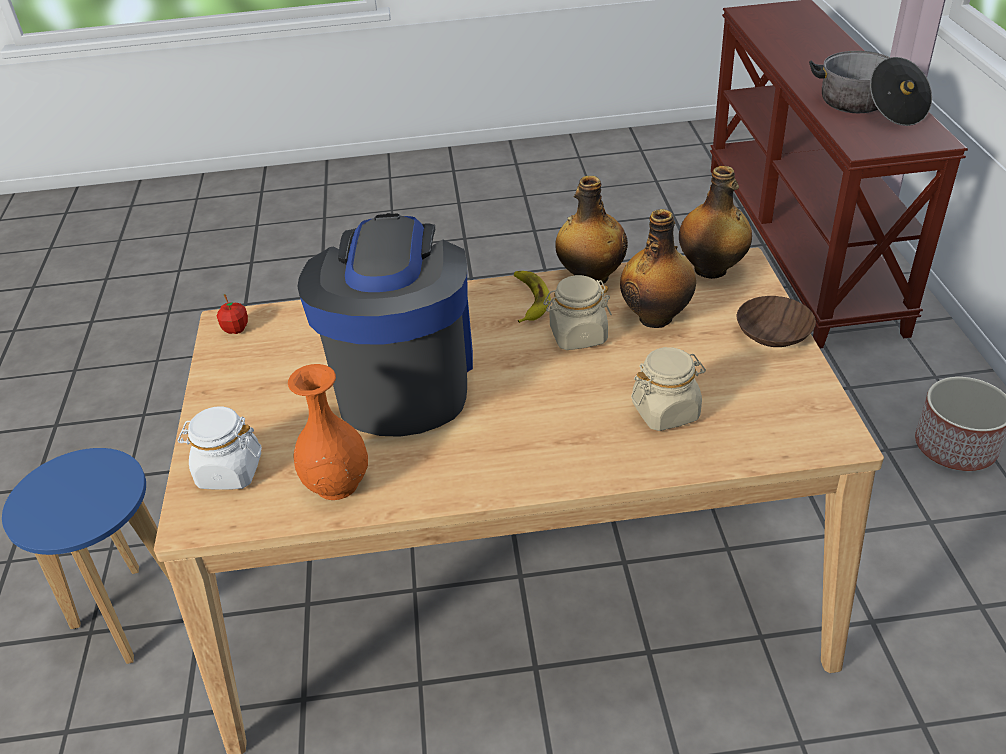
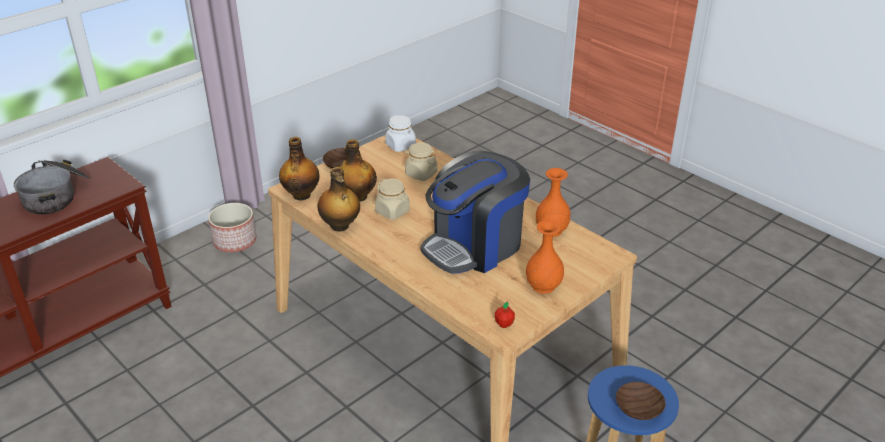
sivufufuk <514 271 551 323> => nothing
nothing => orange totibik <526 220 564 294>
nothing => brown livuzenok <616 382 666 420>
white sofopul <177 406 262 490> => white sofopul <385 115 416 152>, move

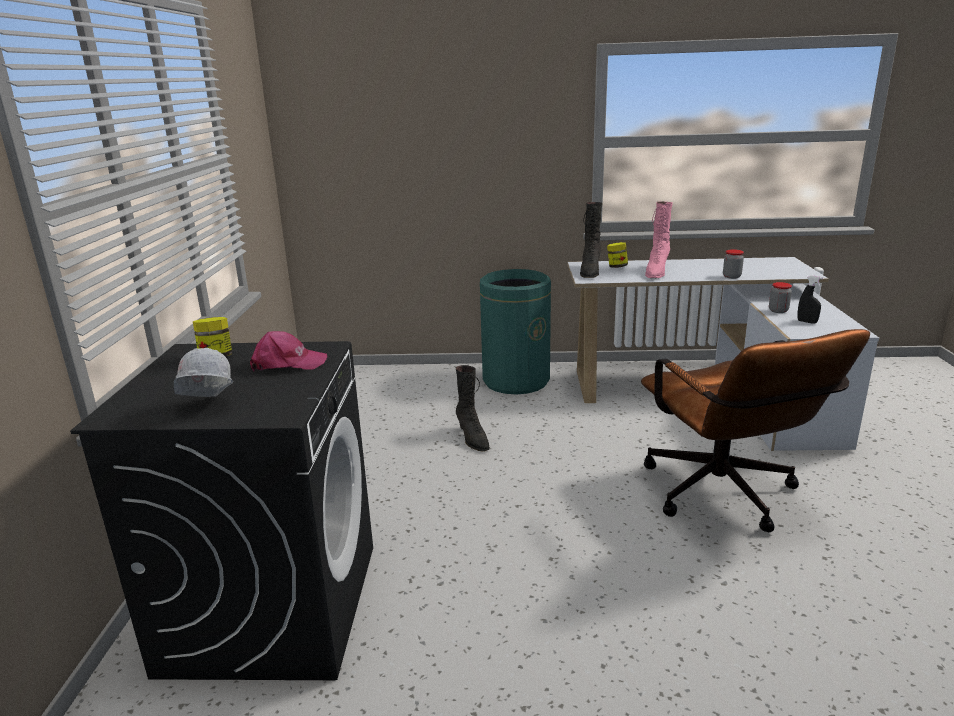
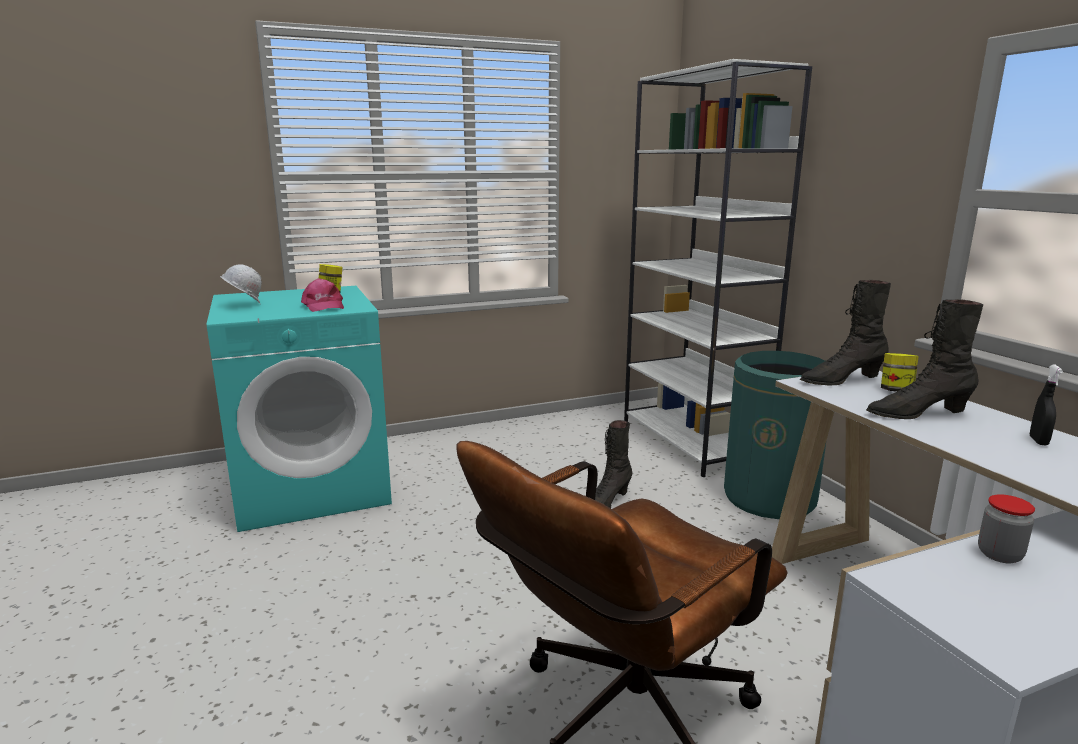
sofopul <723 249 744 279> => nothing
nothing => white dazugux <624 59 812 477>
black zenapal <797 275 823 324> => black zenapal <1030 364 1063 446>, move
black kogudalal <70 341 373 680> => turquoise kogudalal <207 286 392 532>
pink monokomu <645 202 673 278> => black monokomu <866 299 983 419>

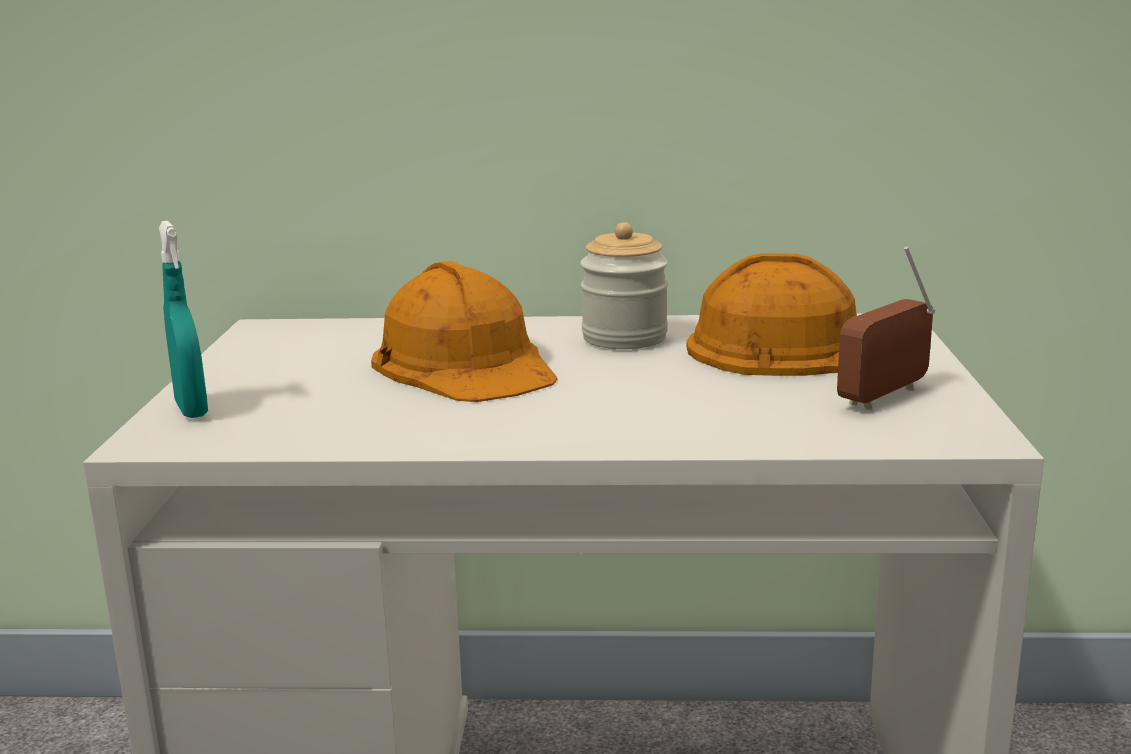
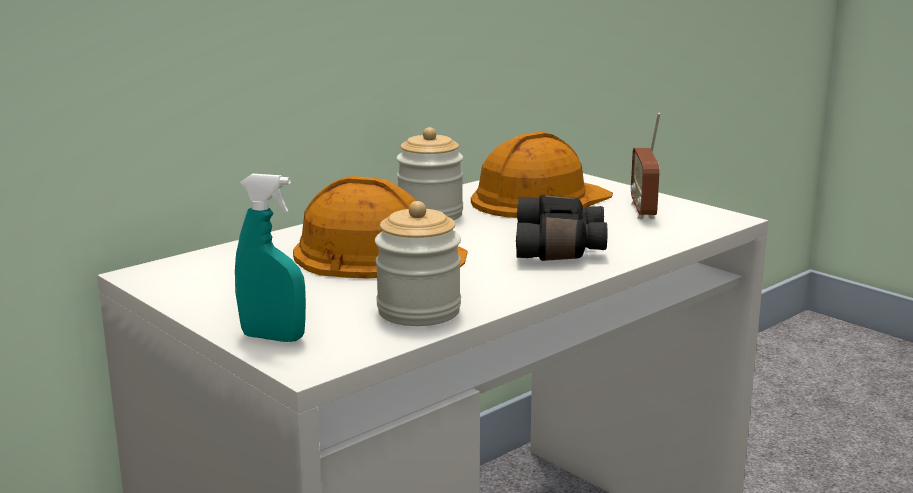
nothing => sofopul <375 201 461 326>
nothing => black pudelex <516 195 607 261>

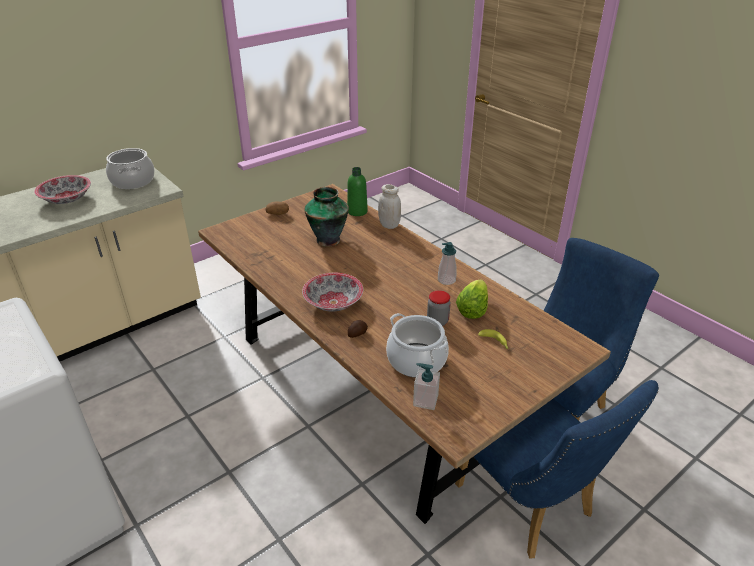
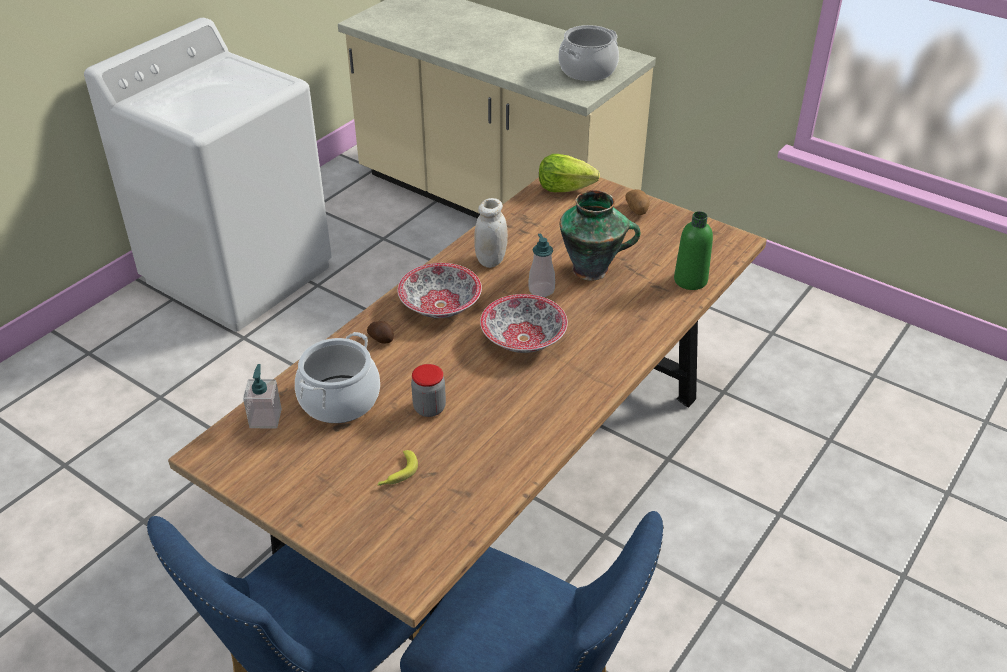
livuzenok <34 175 91 204> => livuzenok <480 294 568 353>, move
white sofopul <378 184 401 229> => white sofopul <474 198 508 268>, move
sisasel <438 242 457 285> => sisasel <528 234 555 297>, move
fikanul <456 280 488 319> => fikanul <539 154 600 192>, move

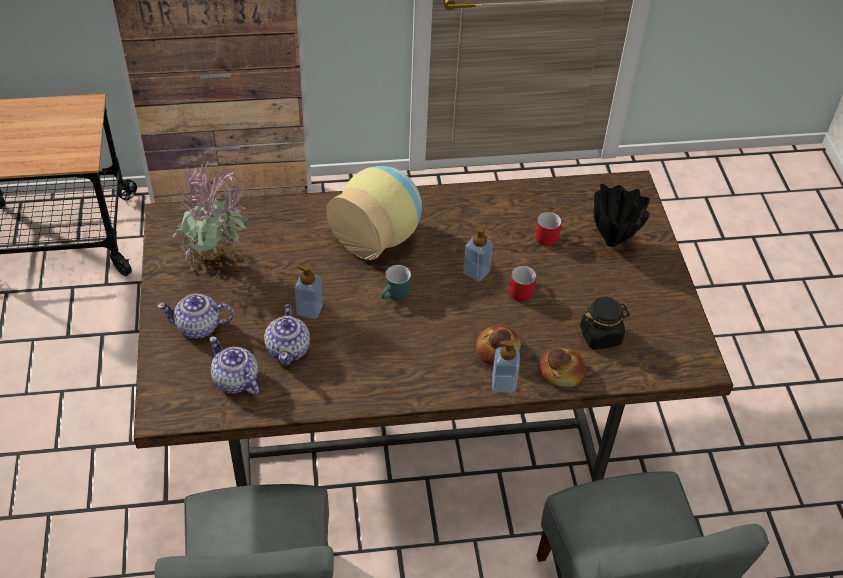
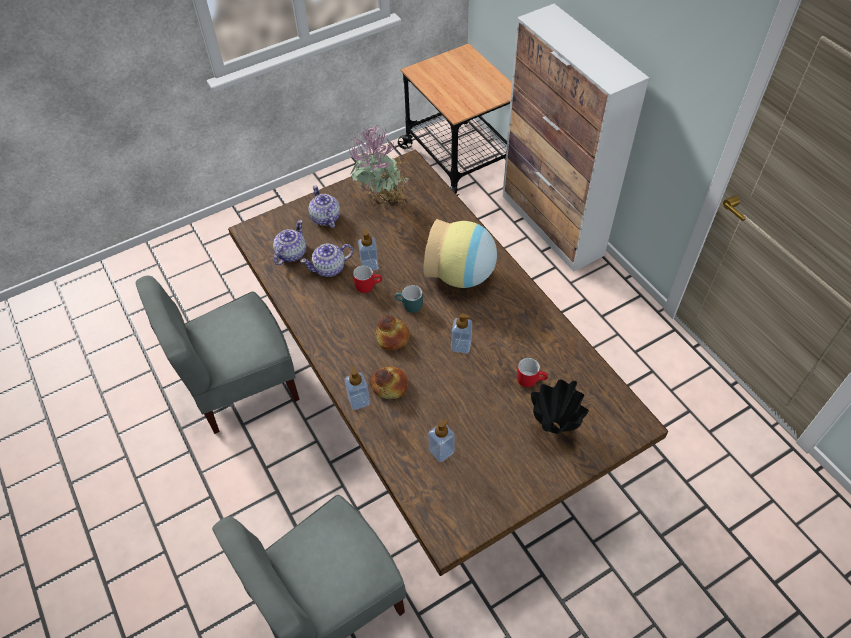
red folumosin <509 266 537 302> => red folumosin <353 265 382 293>, move
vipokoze <538 348 586 387> => vipokoze <376 315 410 350>, move
black sofopul <580 297 630 350> => sisasel <428 419 455 462>

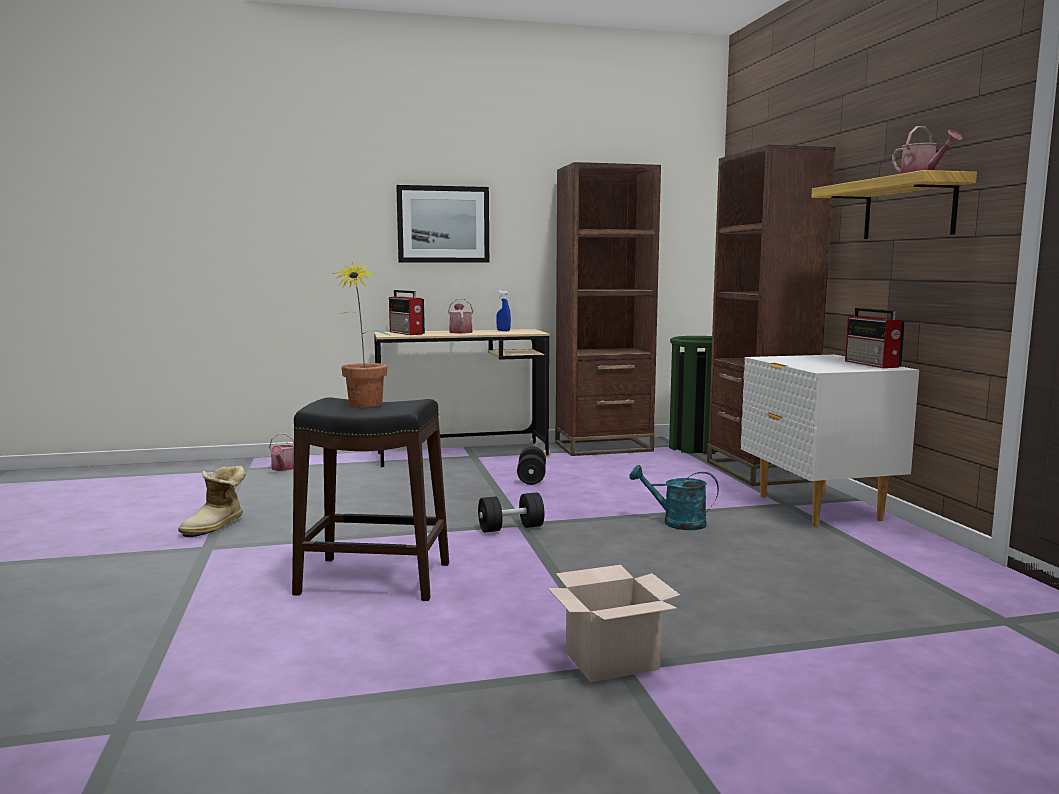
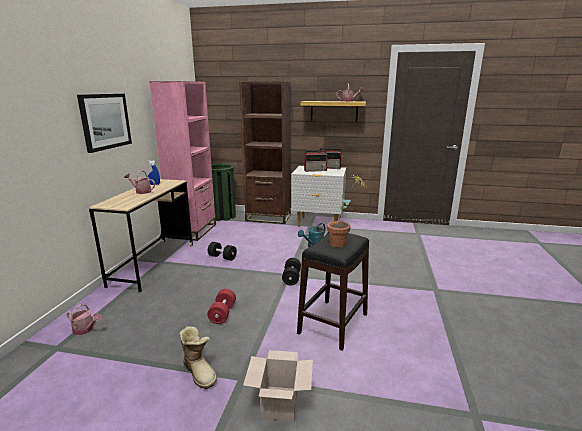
nothing => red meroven <207 289 236 324>
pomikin <389 290 425 335> => pomikin <304 150 328 172>, move
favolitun <548 565 680 682> => favolitun <243 350 313 421>, move
brown dazugux <555 162 661 456> => pink dazugux <149 81 216 241>

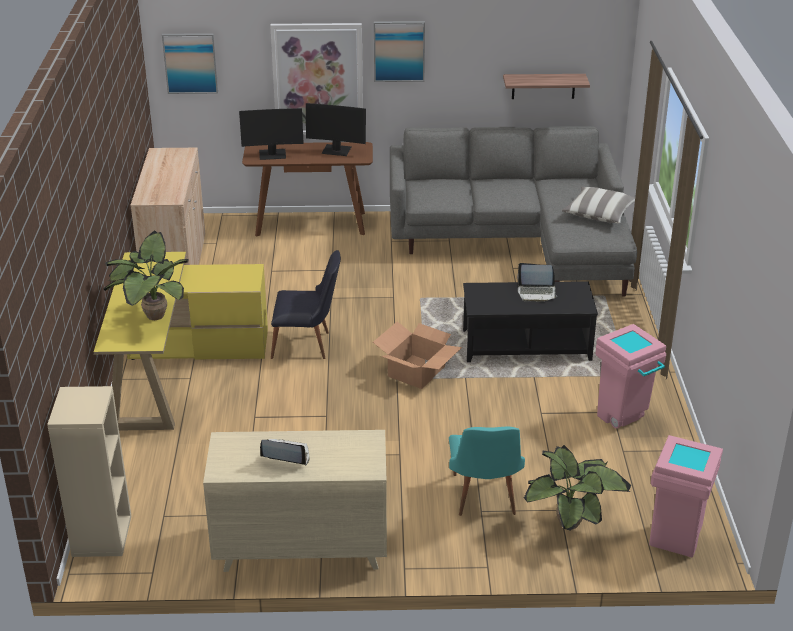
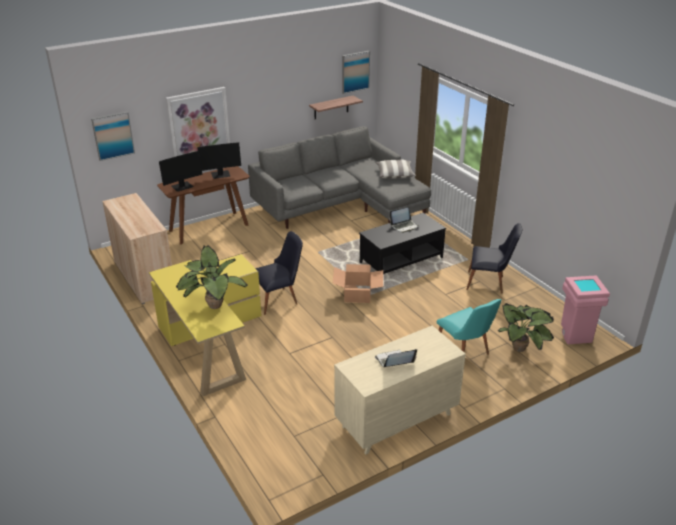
beige dazugux <47 386 131 557> => nothing
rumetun <374 21 425 82> => rumetun <342 51 370 94>, move
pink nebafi <595 324 666 428> => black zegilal <466 223 522 293>

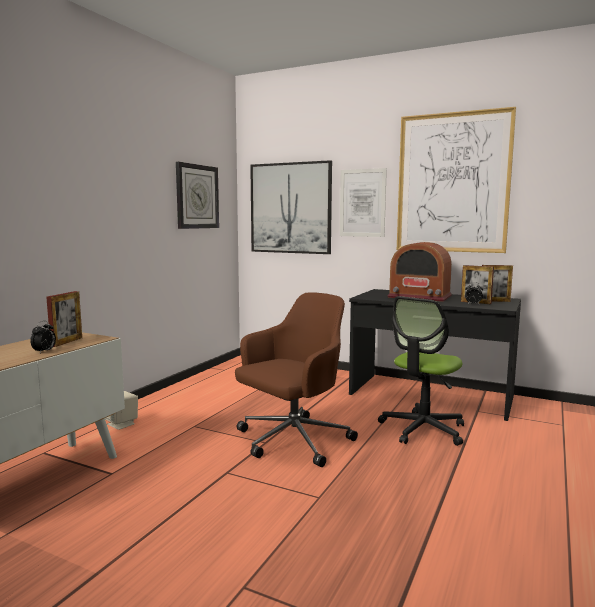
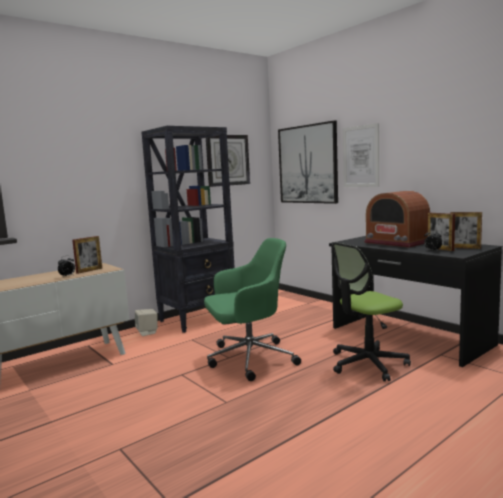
rumetun <397 107 516 253> => nothing
nothing => black dazugux <141 126 235 333>
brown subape <235 292 358 467> => green subape <204 238 301 381>

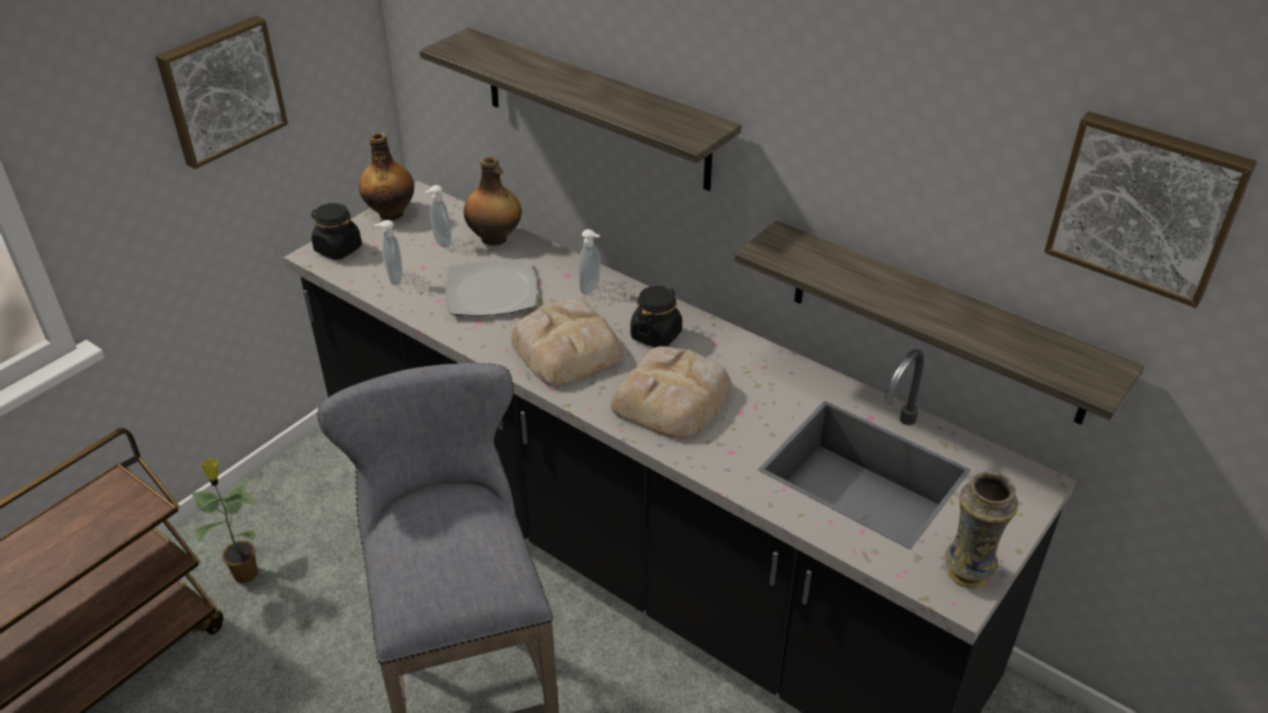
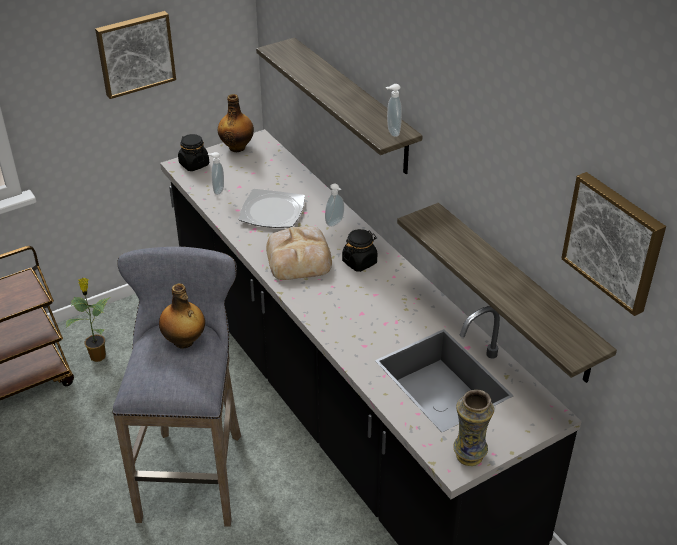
vipokoze <611 346 731 439> => nothing
sisasel <424 185 451 248> => sisasel <386 84 402 137>, move
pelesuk <464 156 521 246> => pelesuk <159 283 205 348>, move

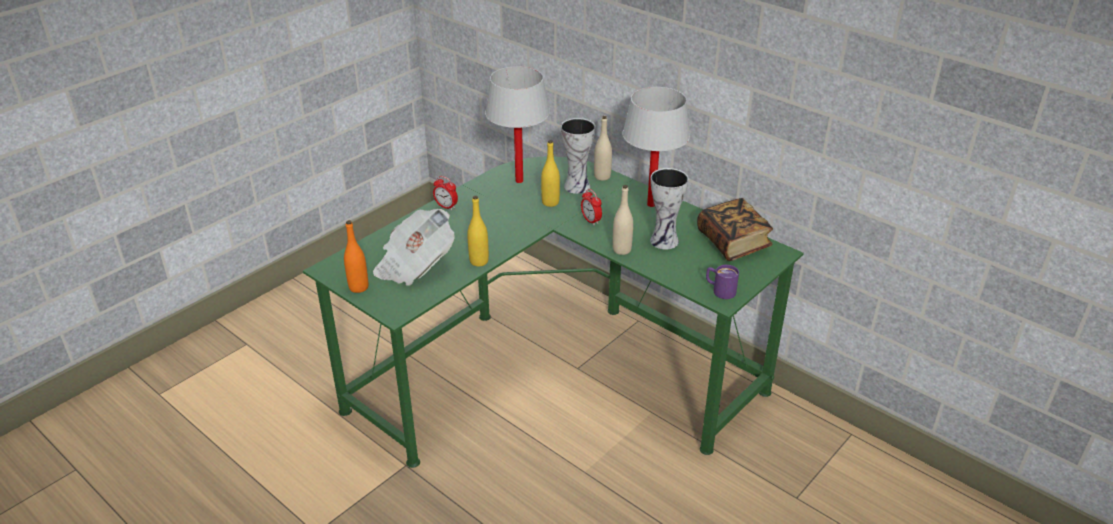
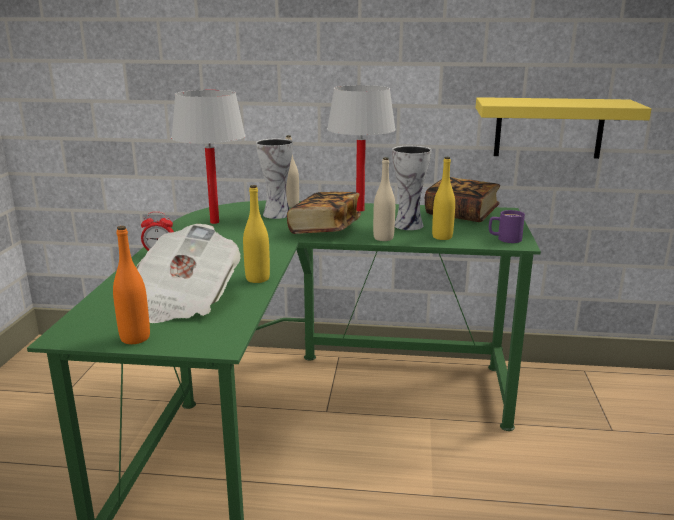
nothing => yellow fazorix <476 97 651 159>
yellow pelesuk <541 140 560 207> => yellow pelesuk <432 157 455 240>, move
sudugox <581 189 602 225> => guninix <287 192 361 234>

